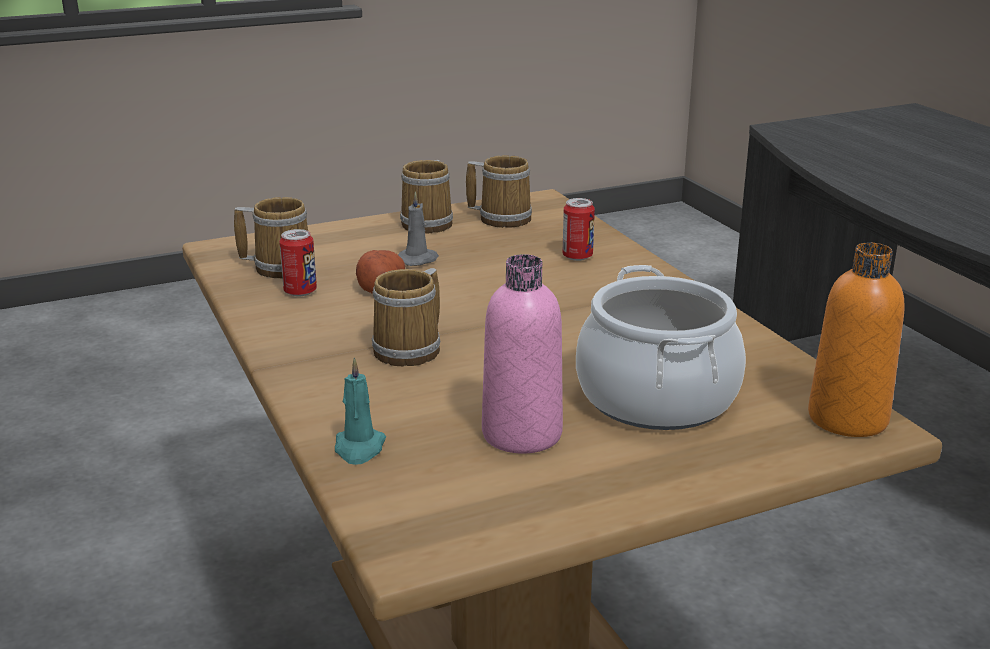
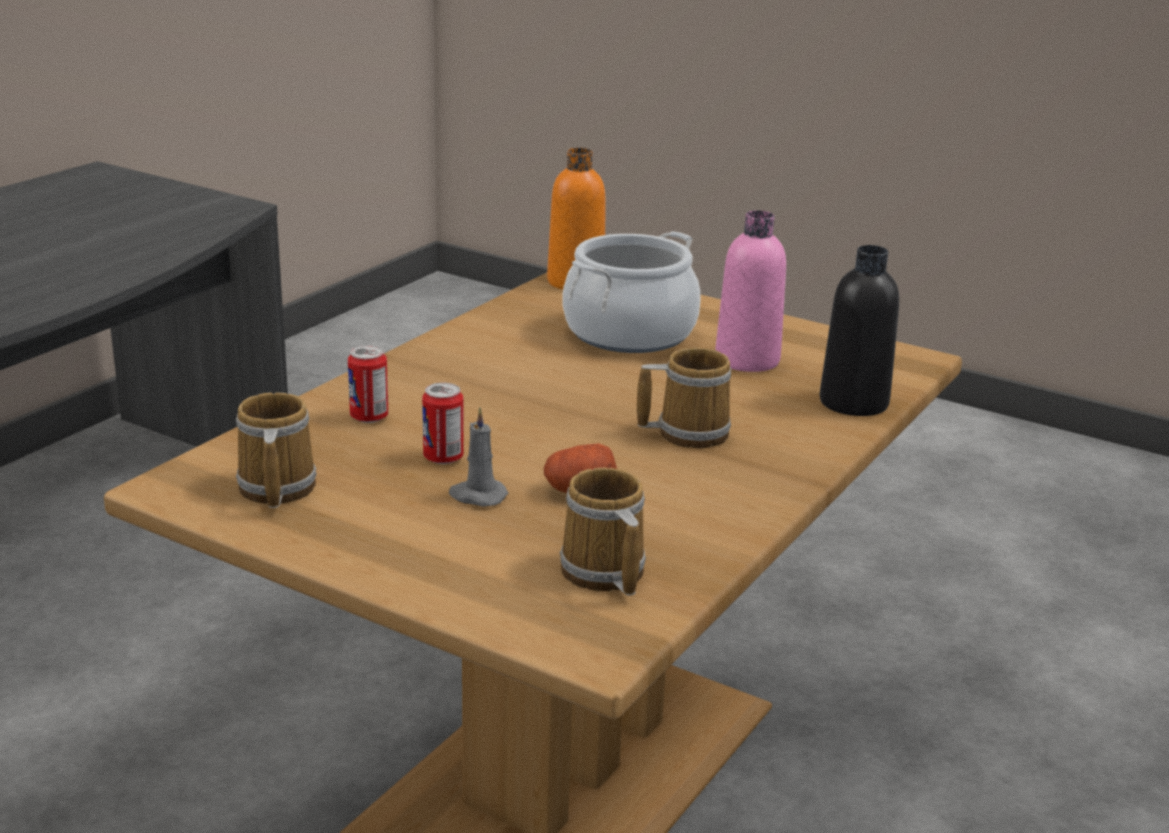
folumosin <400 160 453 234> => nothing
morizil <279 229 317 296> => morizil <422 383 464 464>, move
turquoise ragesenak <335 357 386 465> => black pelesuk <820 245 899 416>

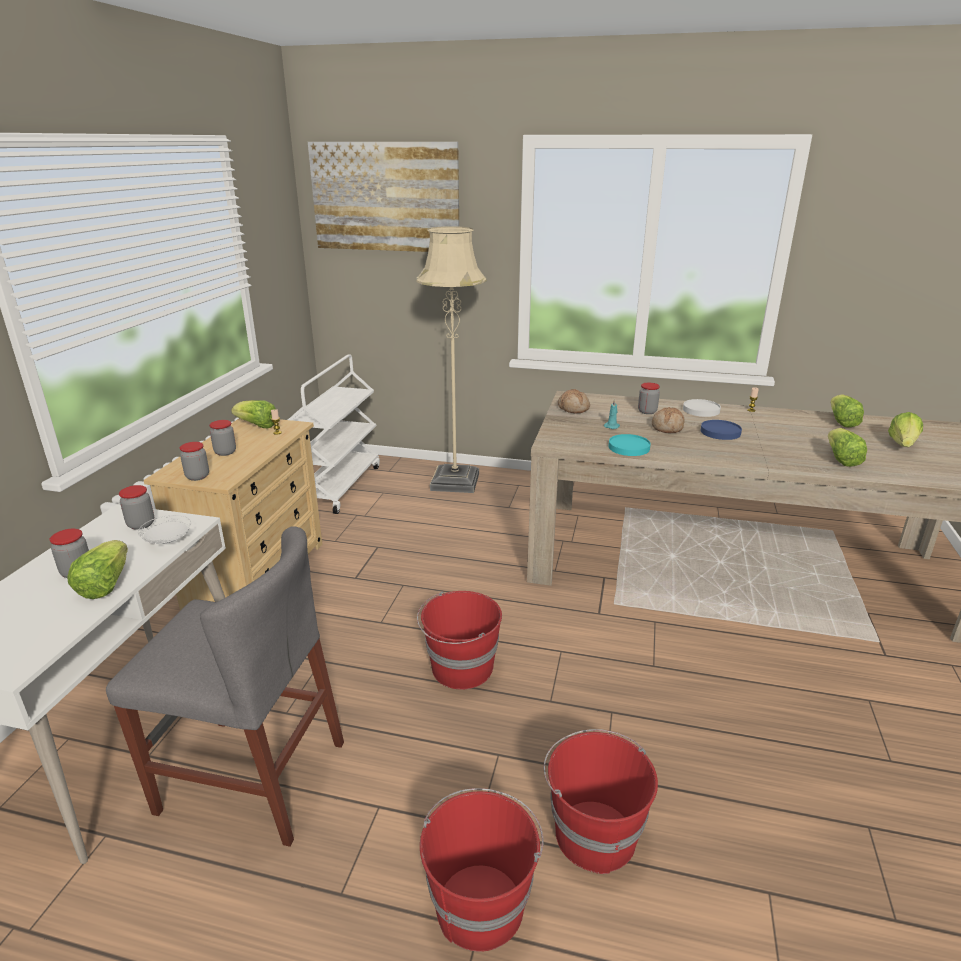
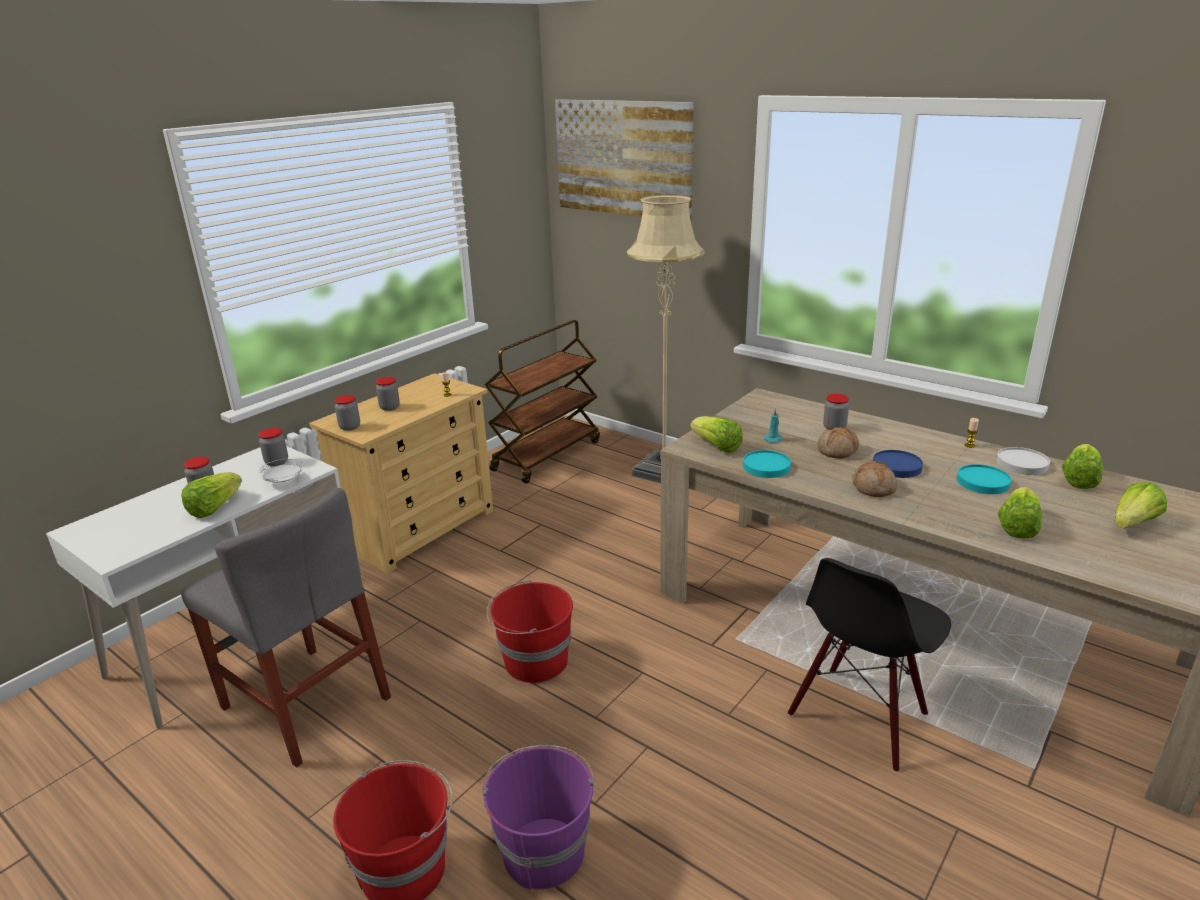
nothing => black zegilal <788 558 951 771>
nothing => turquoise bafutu <957 464 1011 494>
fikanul <231 400 276 428> => fikanul <690 416 743 453>, move
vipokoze <558 389 590 413> => vipokoze <852 461 897 497>, move
white bafutu <683 399 721 417> => white bafutu <997 447 1050 475>, move
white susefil <287 354 380 514> => brown susefil <485 320 600 483>
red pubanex <544 729 658 874> => purple pubanex <482 745 594 890>

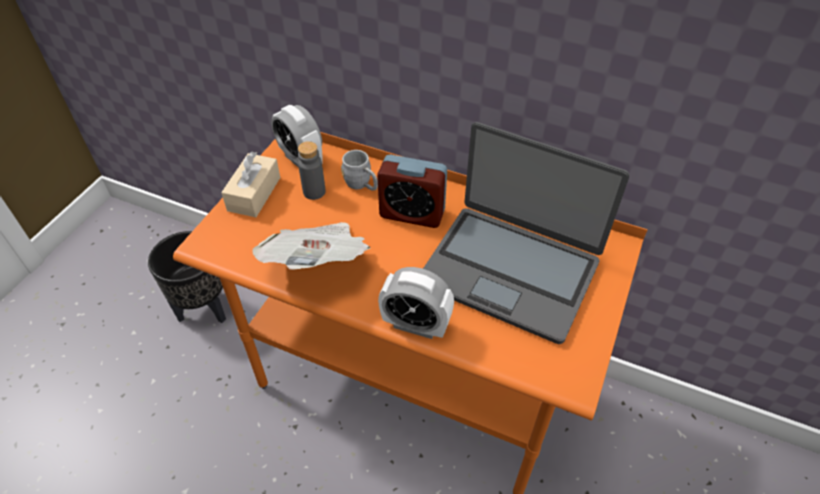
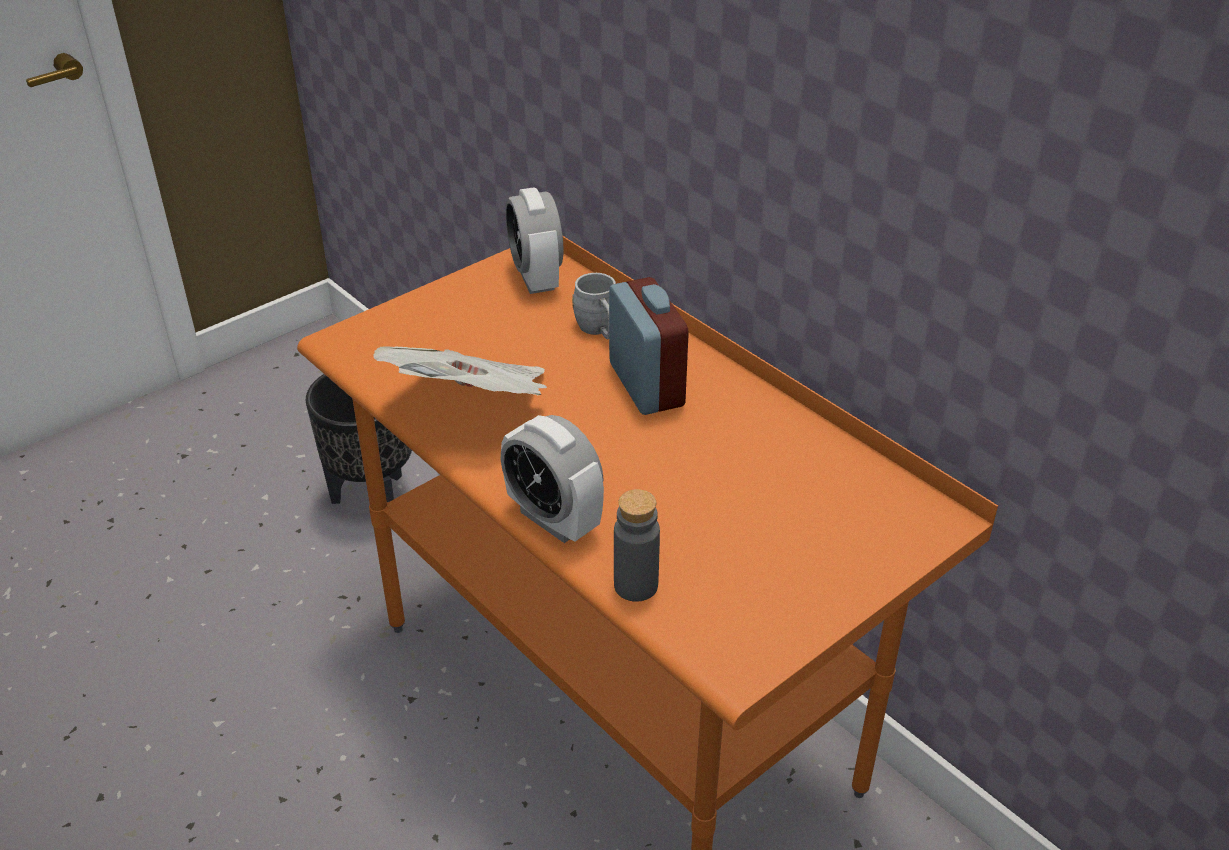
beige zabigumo <221 152 280 217> => nothing
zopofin <423 122 629 344> => nothing
grey pelesuk <298 141 326 200> => grey pelesuk <614 489 660 602>, move
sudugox <377 154 447 228> => sudugox <609 277 689 415>, 150 degrees counterclockwise

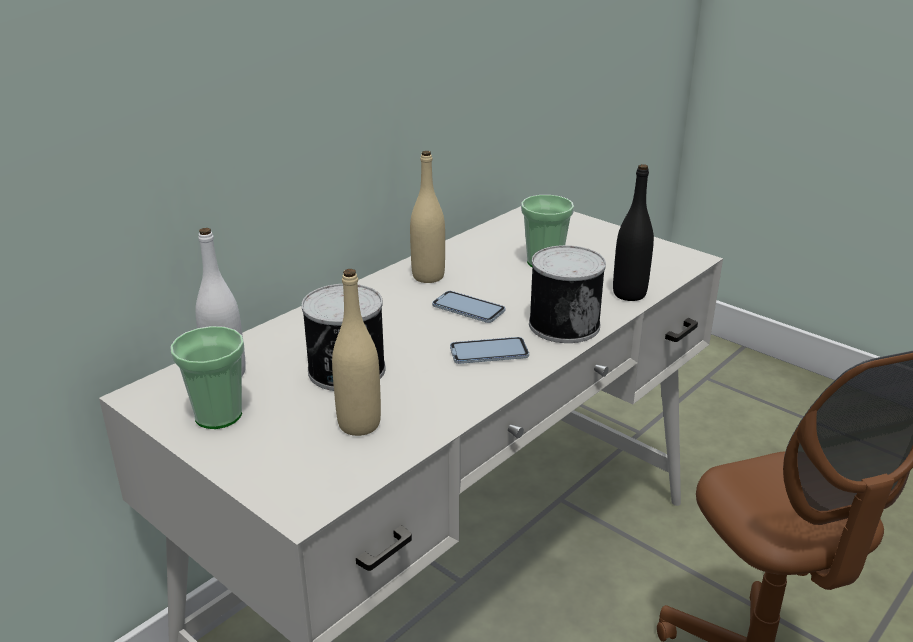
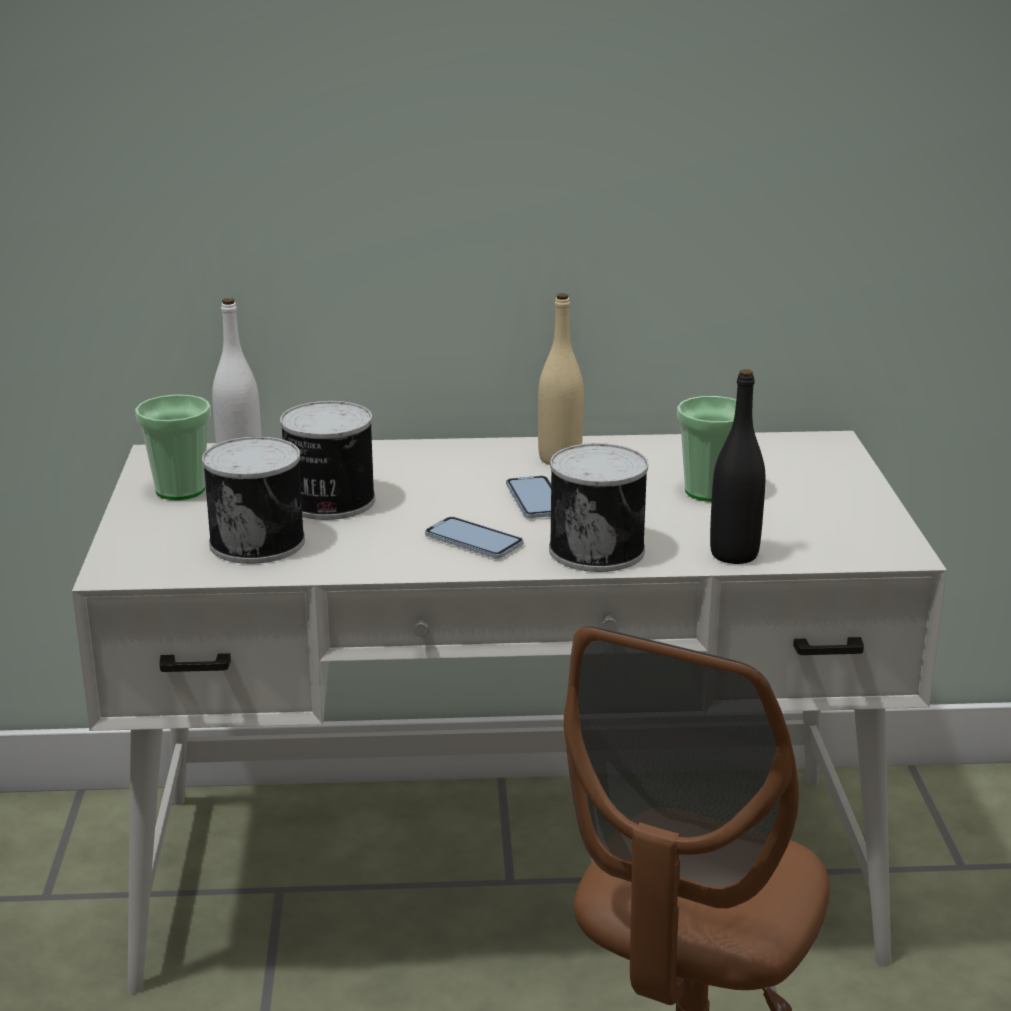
beige pelesuk <332 269 381 436> => morizil <202 437 305 564>

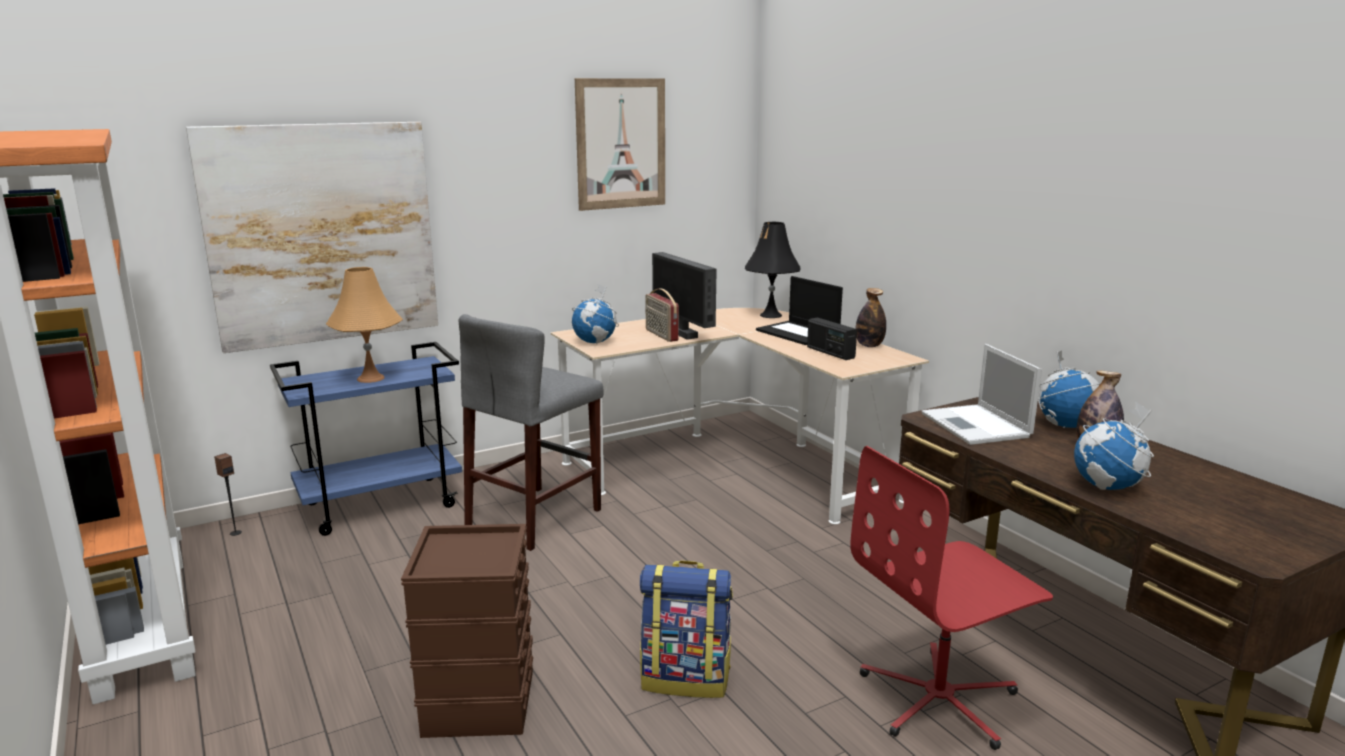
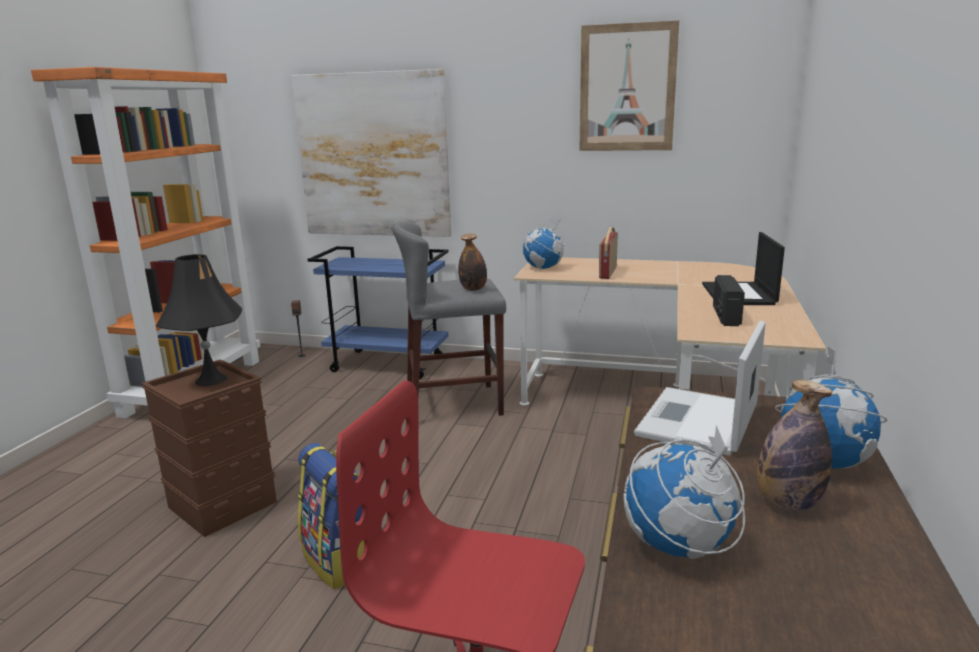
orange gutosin <326 267 403 383> => nothing
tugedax <652 252 717 340> => nothing
black gutosin <745 222 801 318> => black gutosin <156 254 242 386>, move
pelesuk <856 288 886 347> => pelesuk <458 234 487 291>, move

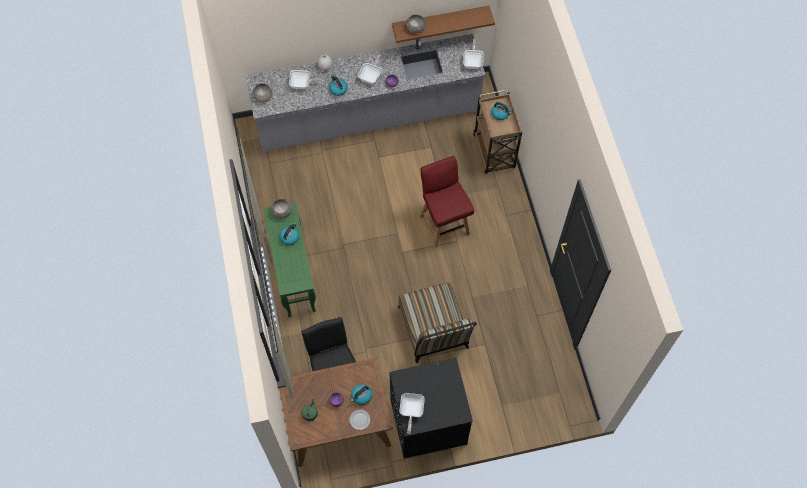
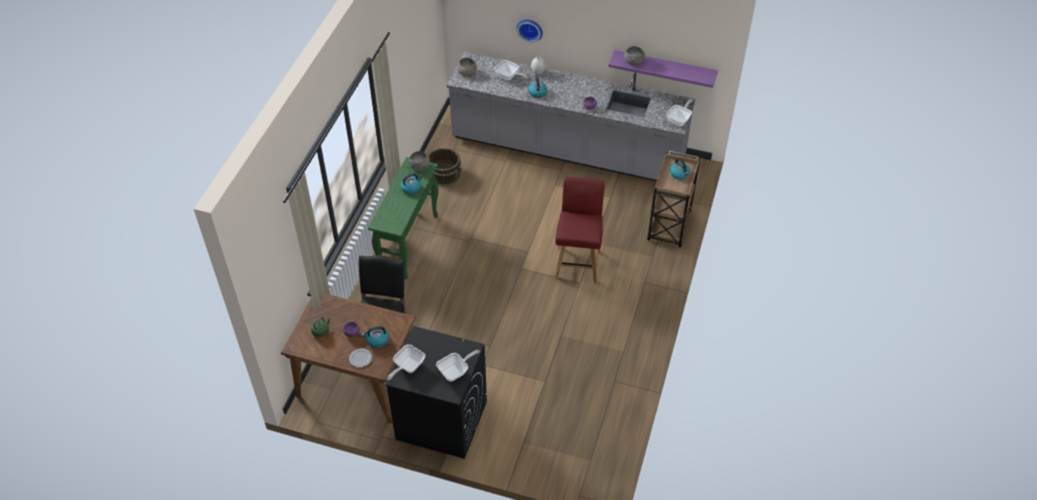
zegilal <398 283 477 363> => nothing
nothing => brown pubanex <428 148 462 187>
nothing => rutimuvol <517 19 543 42>
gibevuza <358 54 382 84> => gibevuza <436 350 480 381>, move
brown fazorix <392 6 495 43> => purple fazorix <608 50 718 88>

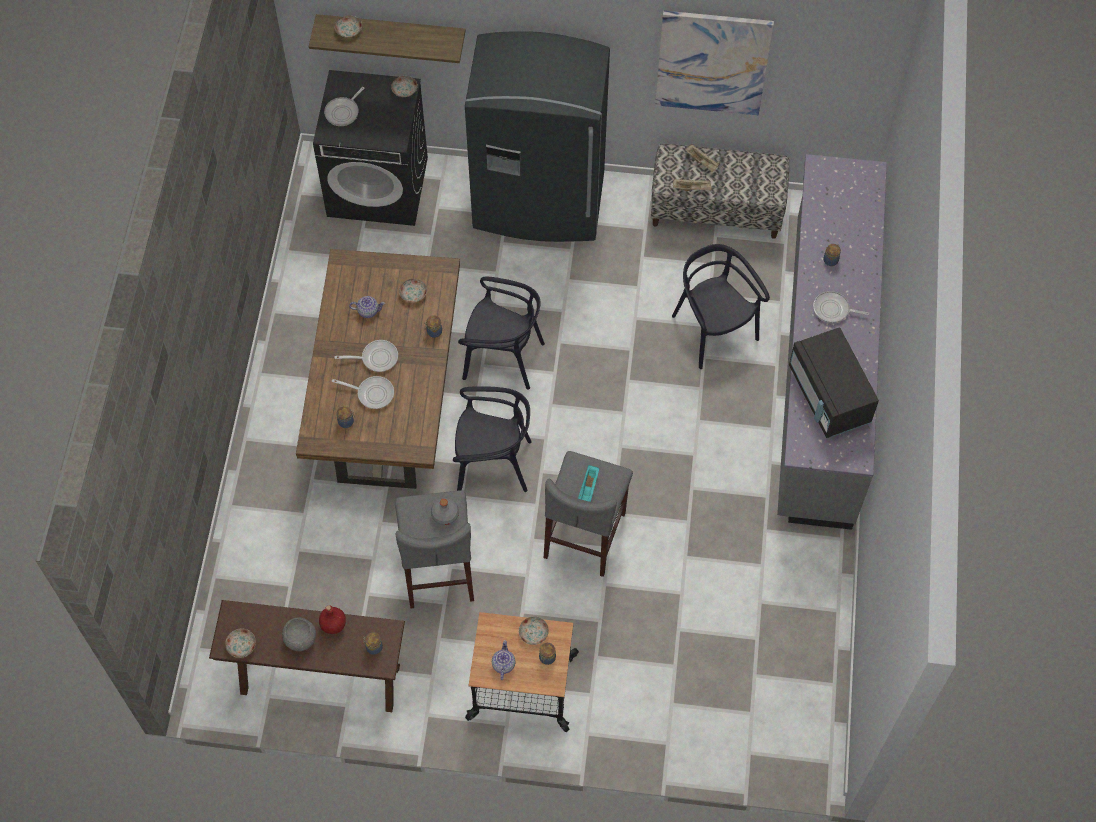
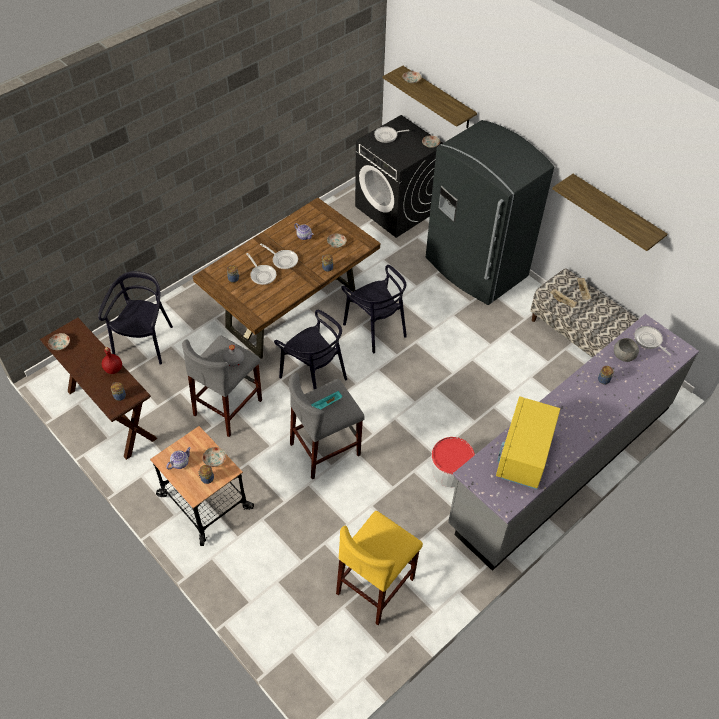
nothing => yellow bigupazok <336 511 423 625>
nothing => pubanex <431 437 475 487>
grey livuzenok <282 617 316 651> => grey livuzenok <614 338 639 362>, move
black zegilal <672 244 770 369> => black zegilal <98 271 173 365>, move
gibevuza <813 291 869 323> => gibevuza <634 326 671 356>, move
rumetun <655 11 774 115> => fazorix <552 174 667 251>
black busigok <789 327 879 438> => yellow busigok <496 396 560 489>

